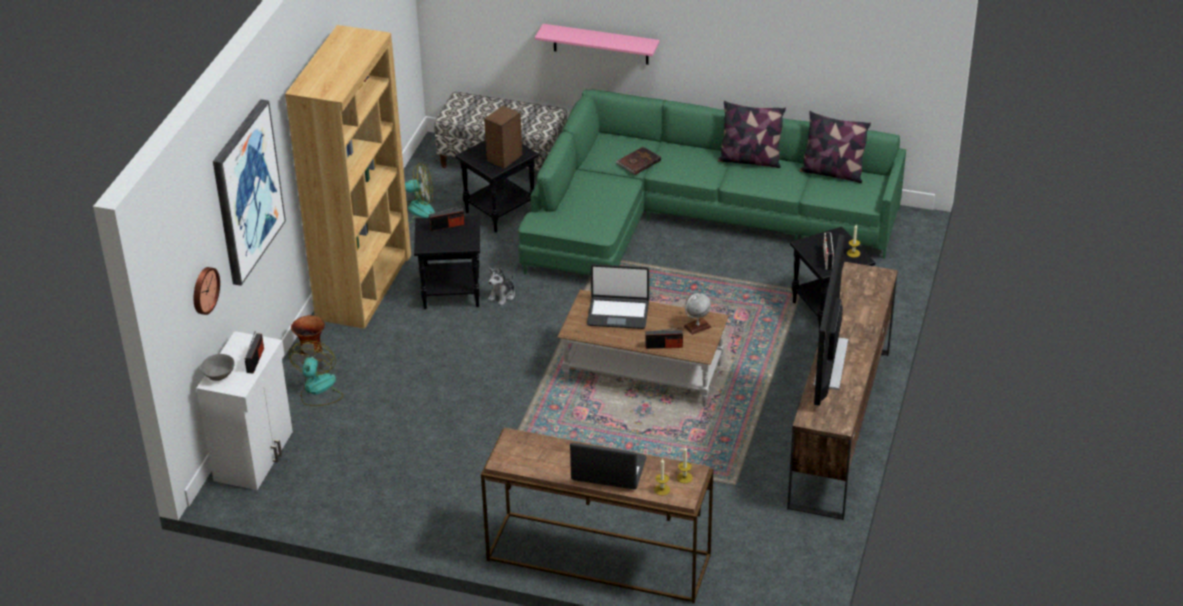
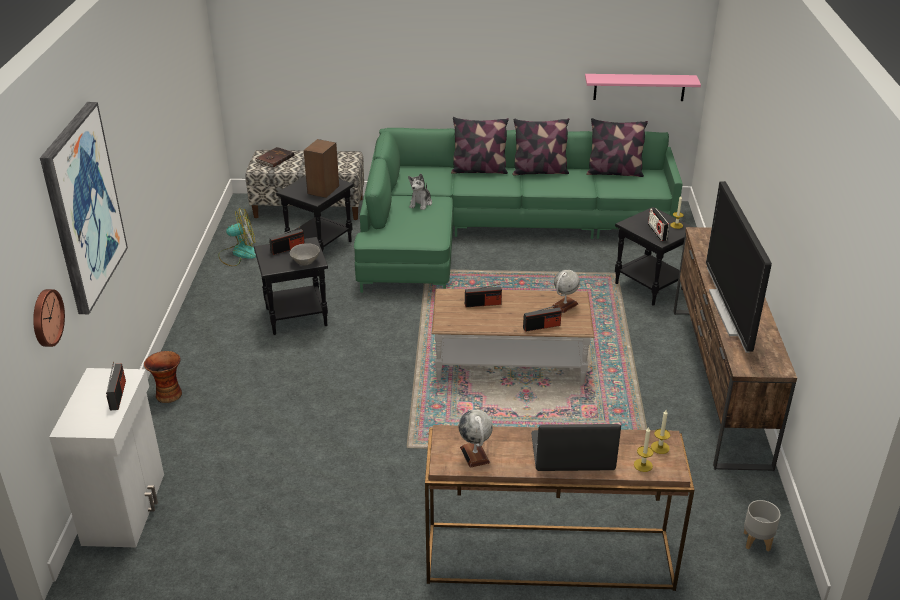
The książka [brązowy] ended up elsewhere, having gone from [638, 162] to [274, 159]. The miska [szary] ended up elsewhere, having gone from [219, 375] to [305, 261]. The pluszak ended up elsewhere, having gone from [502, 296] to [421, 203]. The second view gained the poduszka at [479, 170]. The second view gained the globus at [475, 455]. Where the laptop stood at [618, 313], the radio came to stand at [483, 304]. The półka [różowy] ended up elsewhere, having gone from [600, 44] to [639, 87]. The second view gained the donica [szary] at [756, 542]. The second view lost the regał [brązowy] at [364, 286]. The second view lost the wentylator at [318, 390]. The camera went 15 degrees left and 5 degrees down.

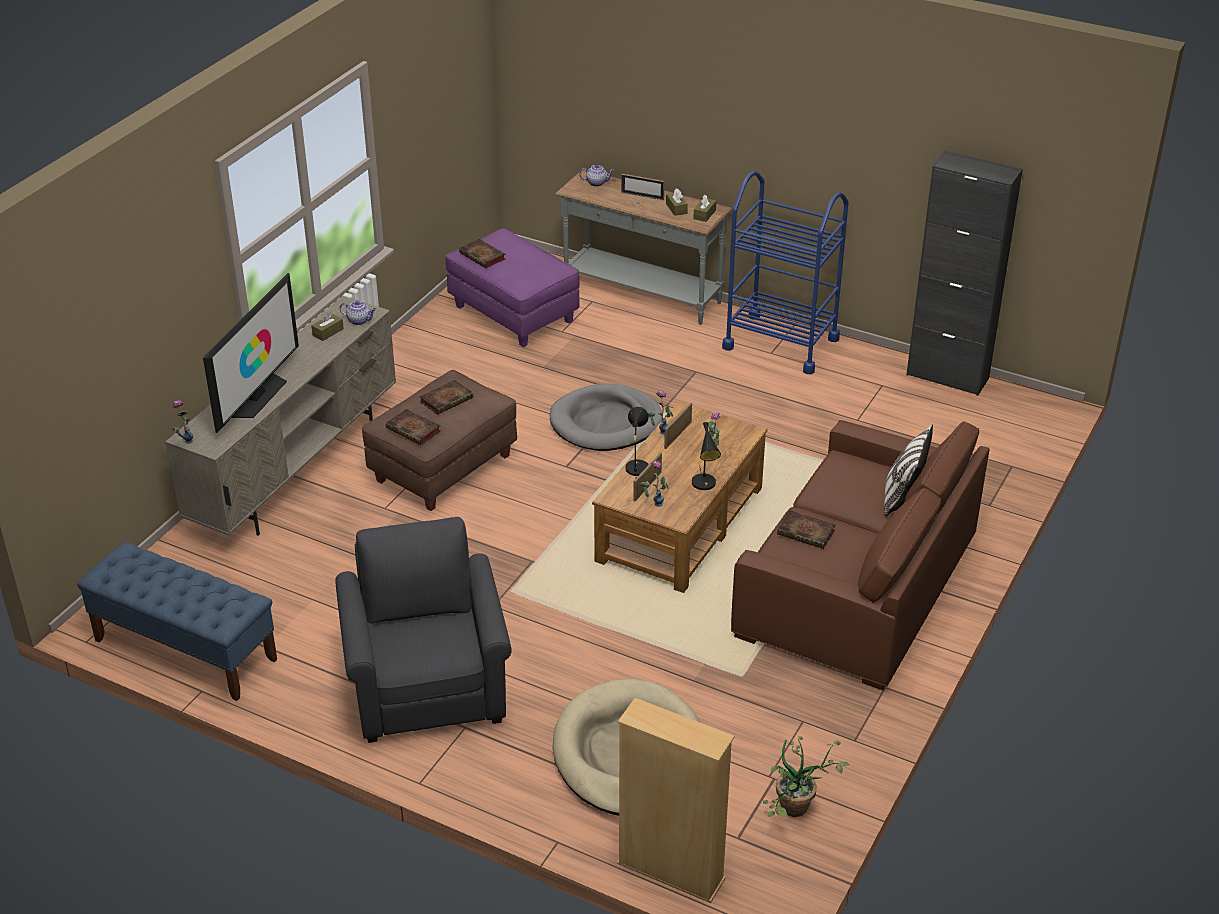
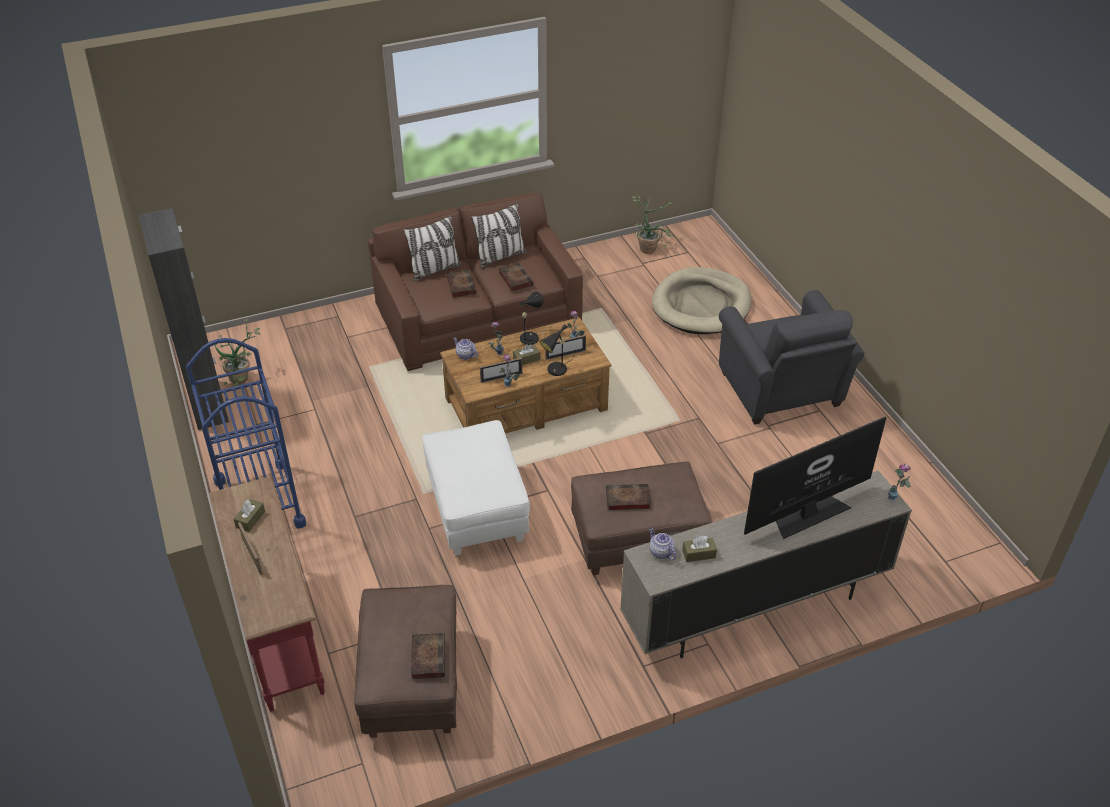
What was the stolik konsolowy [szary] at [641, 295] turned into the stolik konsolowy [czerwony] at [280, 631]. The second view gained the roślina doniczkowa at [243, 380]. What was the pufa [fioletowy] at [513, 314] turned into the pufa [brązowy] at [412, 683]. Where the legowisko [szary] stood at [606, 422], the pufa [biały] came to stand at [477, 510]. The książka ended up elsewhere, having gone from [414, 430] to [460, 285]. The imbryk ended up elsewhere, having gone from [597, 183] to [465, 355]. The second view gained the poduszka at [500, 256]. The pudełko chusteczek [brązowy] ended up elsewhere, having gone from [704, 214] to [526, 359]. The fotel [szary] at [428, 686] ended up facing another way, 45 degrees counterclockwise from before. The second view lost the ławka [niebieski] at [185, 650]. The second view lost the regał [beżowy] at [670, 871]. The camera went 140 degrees left and 5 degrees up.

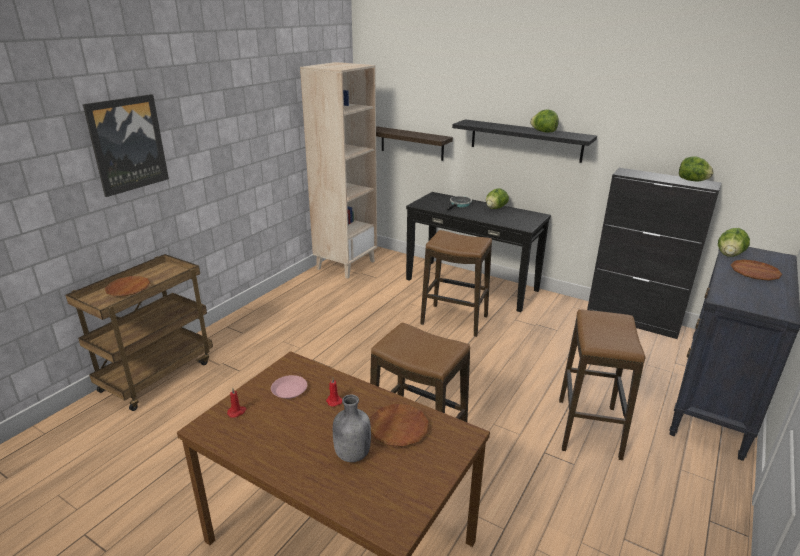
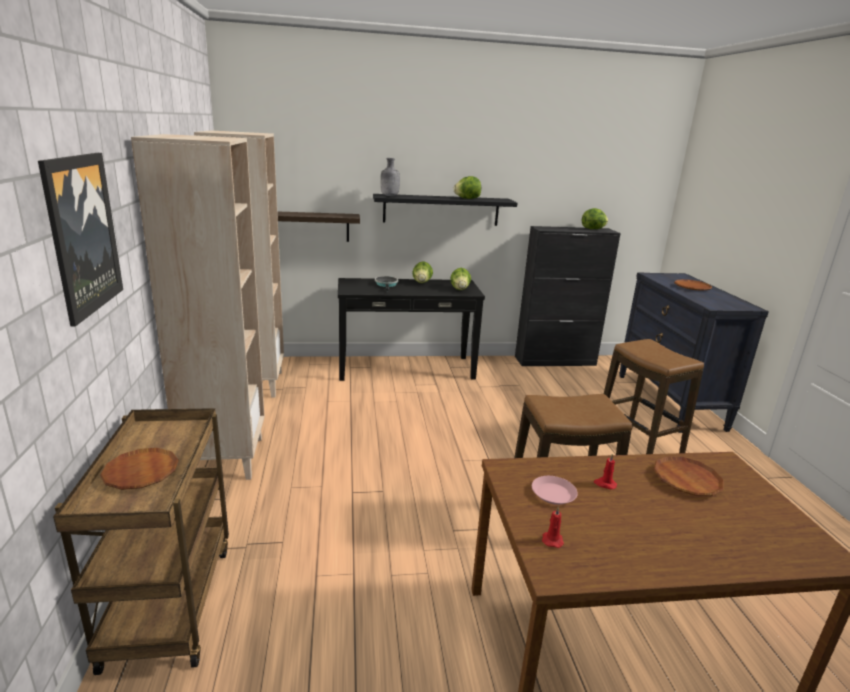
The second view gained the regał [beżowy] at [224, 458]. The butelka [szary] ended up elsewhere, having gone from [351, 454] to [389, 196]. The sałata ended up elsewhere, having gone from [729, 255] to [460, 289]. The second view lost the stołek at [454, 320]. The camera went 40 degrees left and 5 degrees down.

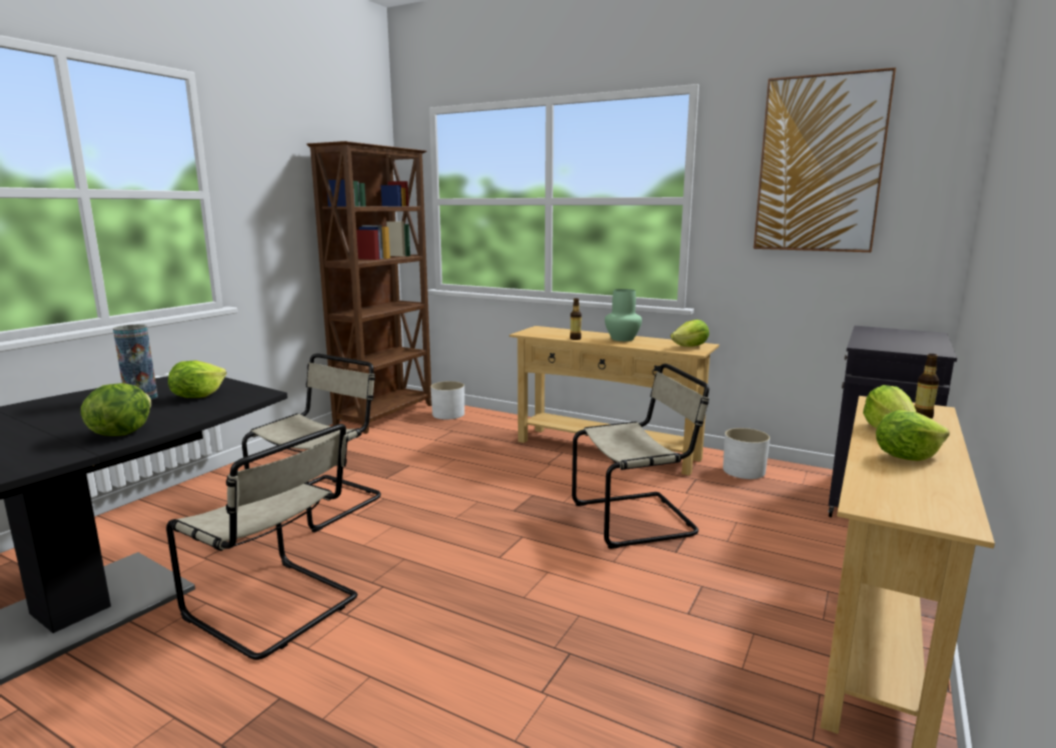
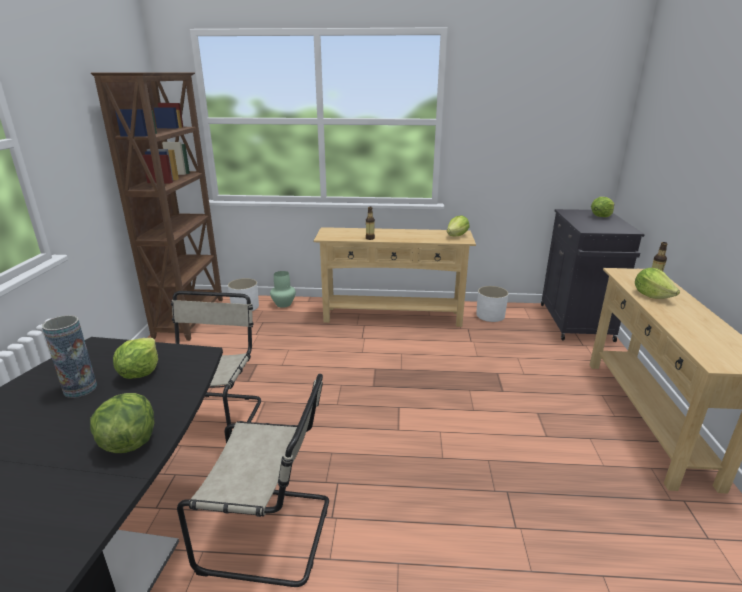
The wazon [zielony] ended up elsewhere, having gone from [622, 339] to [283, 304]. The sałata ended up elsewhere, having gone from [906, 457] to [601, 216]. The second view lost the krzesło [beżowy] at [638, 519]. The second view lost the obraz at [820, 165]. The camera went 25 degrees left and 10 degrees up.

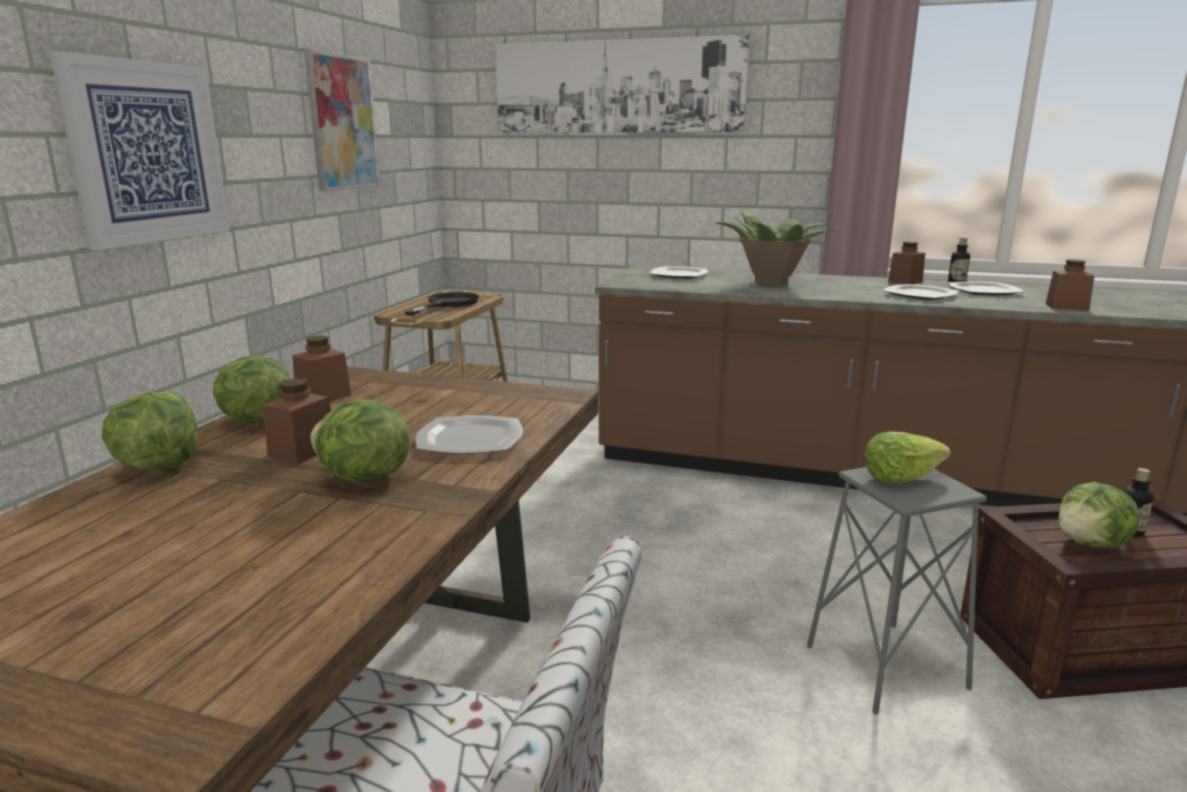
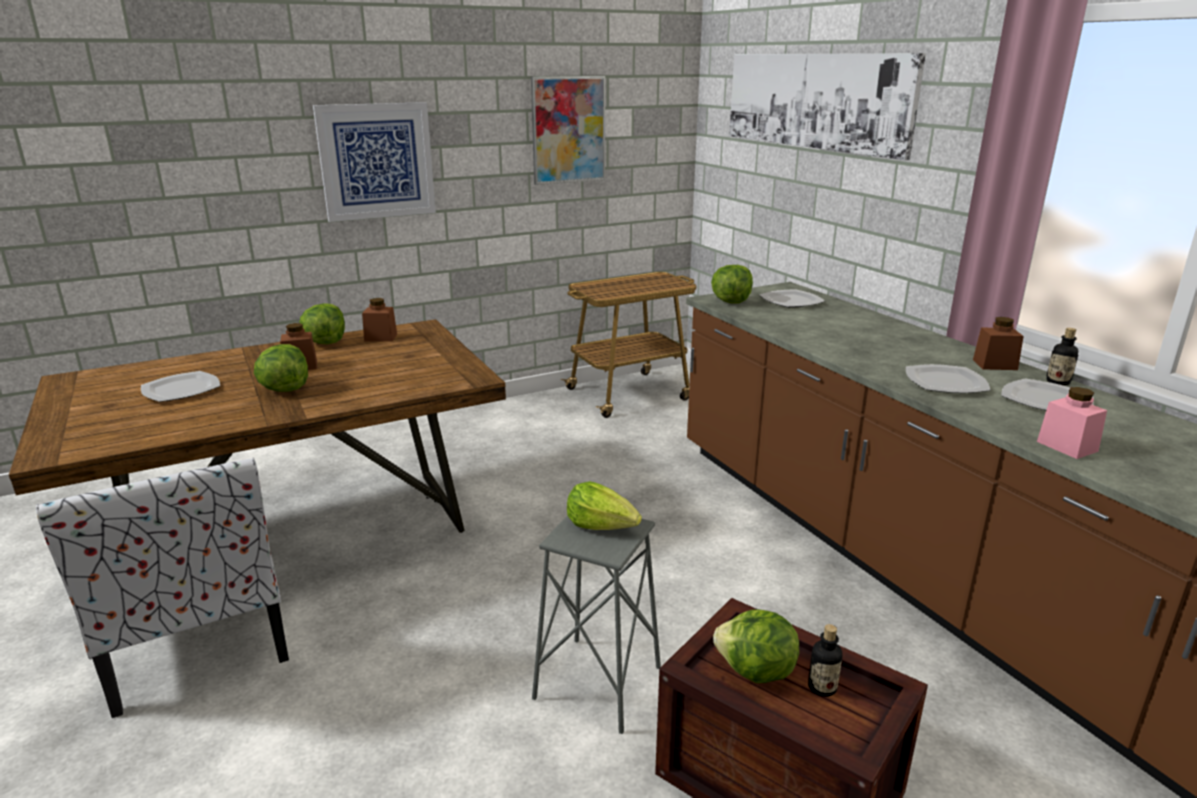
The talerz ended up elsewhere, having gone from [471, 440] to [181, 390]. The sałata ended up elsewhere, having gone from [158, 466] to [731, 302]. What was the słoik [brązowy] at [1066, 307] turned into the słoik [różowy] at [1067, 446]. The second view lost the patelnia [czarny] at [447, 304]. The second view lost the roślina doniczkowa at [771, 281]. The camera went 45 degrees right and 5 degrees up.

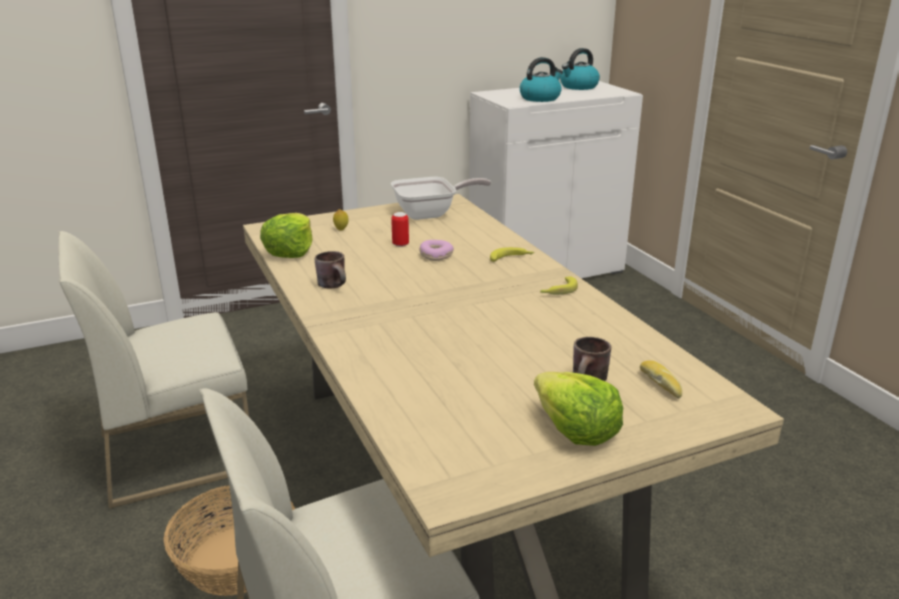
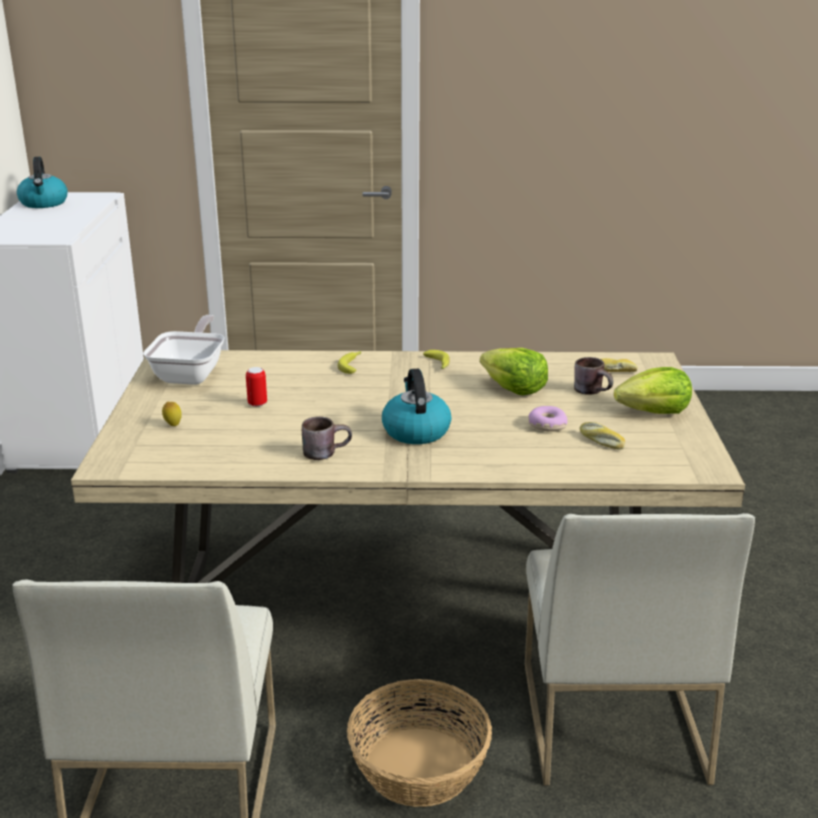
The czajnik ended up elsewhere, having gone from [540, 98] to [415, 431]. The sałata ended up elsewhere, having gone from [290, 251] to [514, 389]. The donut ended up elsewhere, having gone from [436, 255] to [546, 425]. The second view gained the chleb at [600, 441]. The camera went 65 degrees left and 0 degrees up.

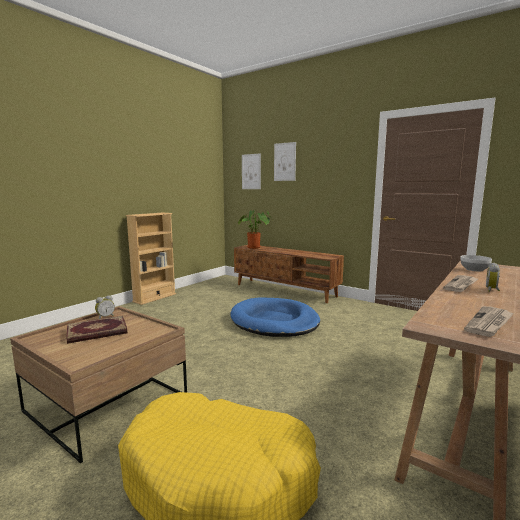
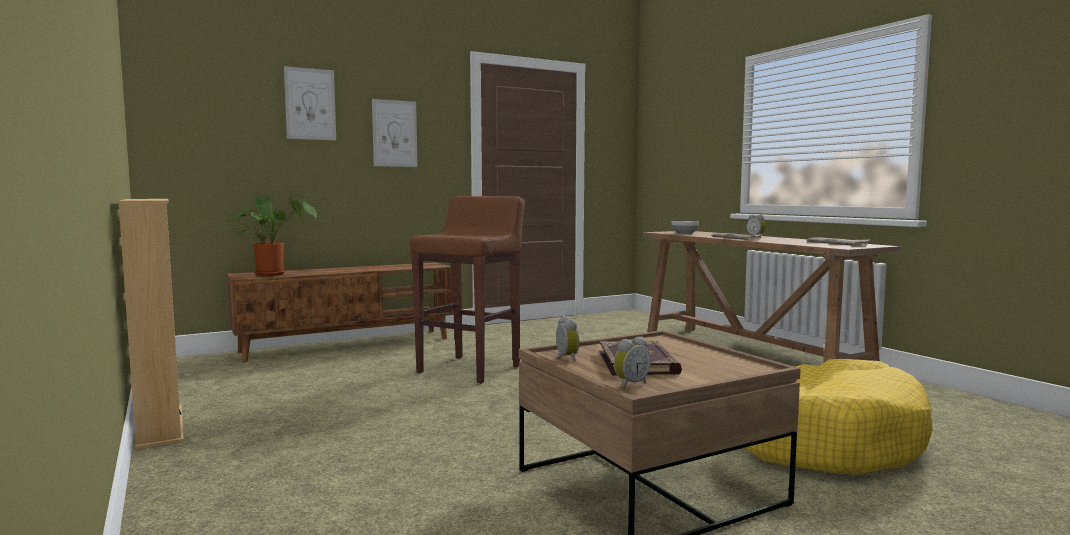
The obraz ended up elsewhere, having gone from [251, 171] to [394, 133]. Where the legowisko [niebieski] stood at [274, 321], the stołek [brązowy] came to stand at [470, 369]. The second view gained the budzik at [630, 385]. The camera went 65 degrees left and 5 degrees down.

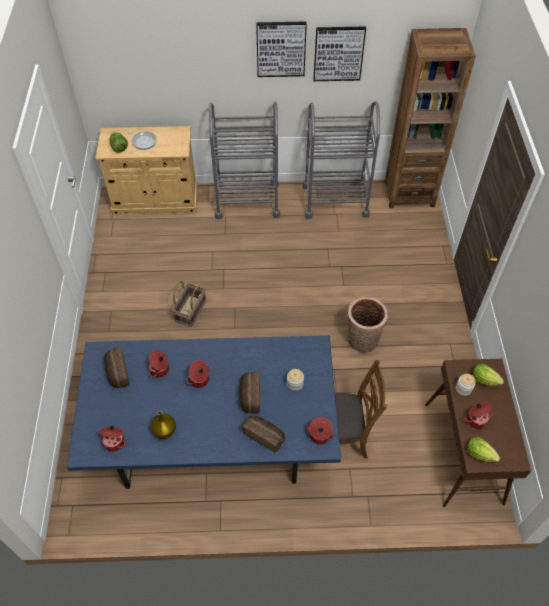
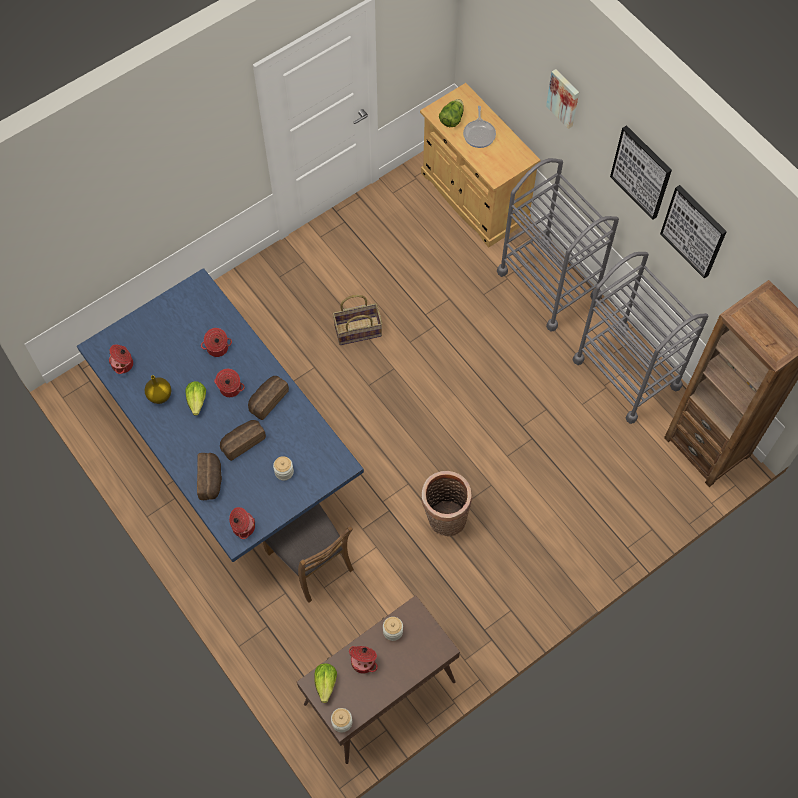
The sałata ended up elsewhere, having gone from [484, 379] to [197, 401]. The chleb ended up elsewhere, having gone from [117, 373] to [267, 400]. The second view gained the słoik at [342, 722]. The second view gained the obraz at [564, 98]. The camera went 55 degrees right and 10 degrees up.

